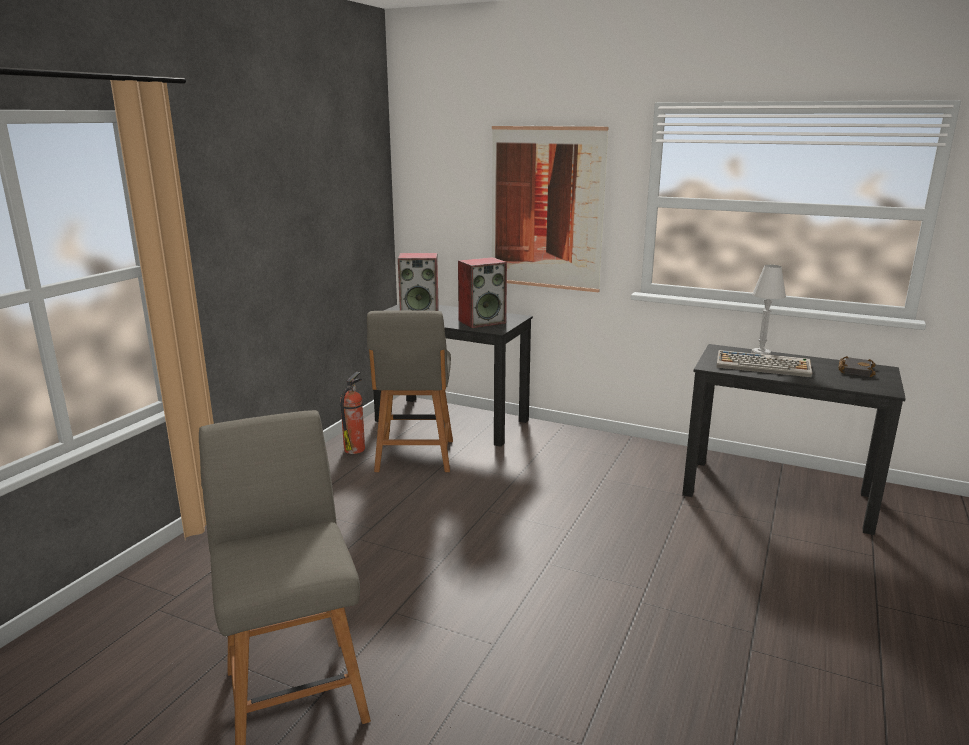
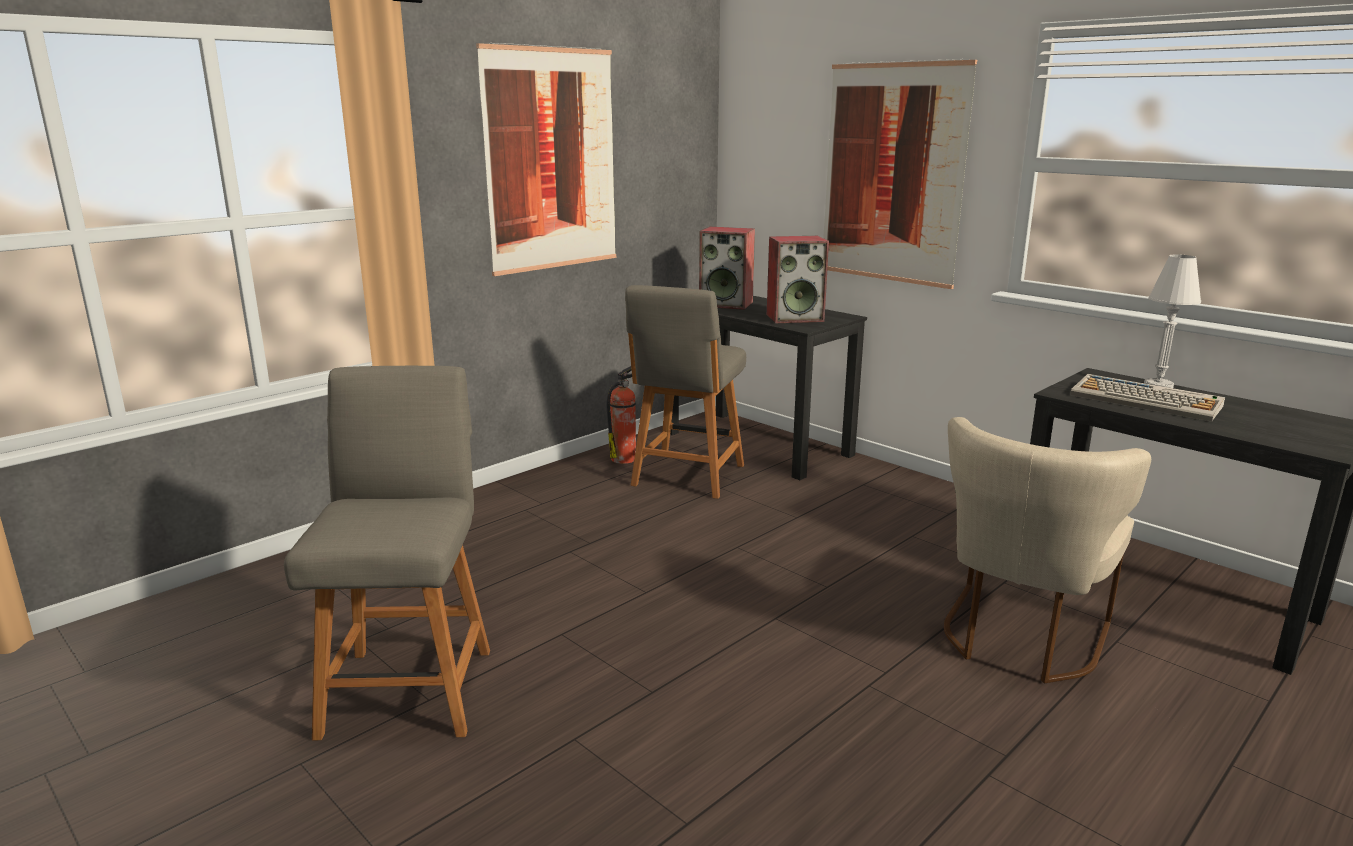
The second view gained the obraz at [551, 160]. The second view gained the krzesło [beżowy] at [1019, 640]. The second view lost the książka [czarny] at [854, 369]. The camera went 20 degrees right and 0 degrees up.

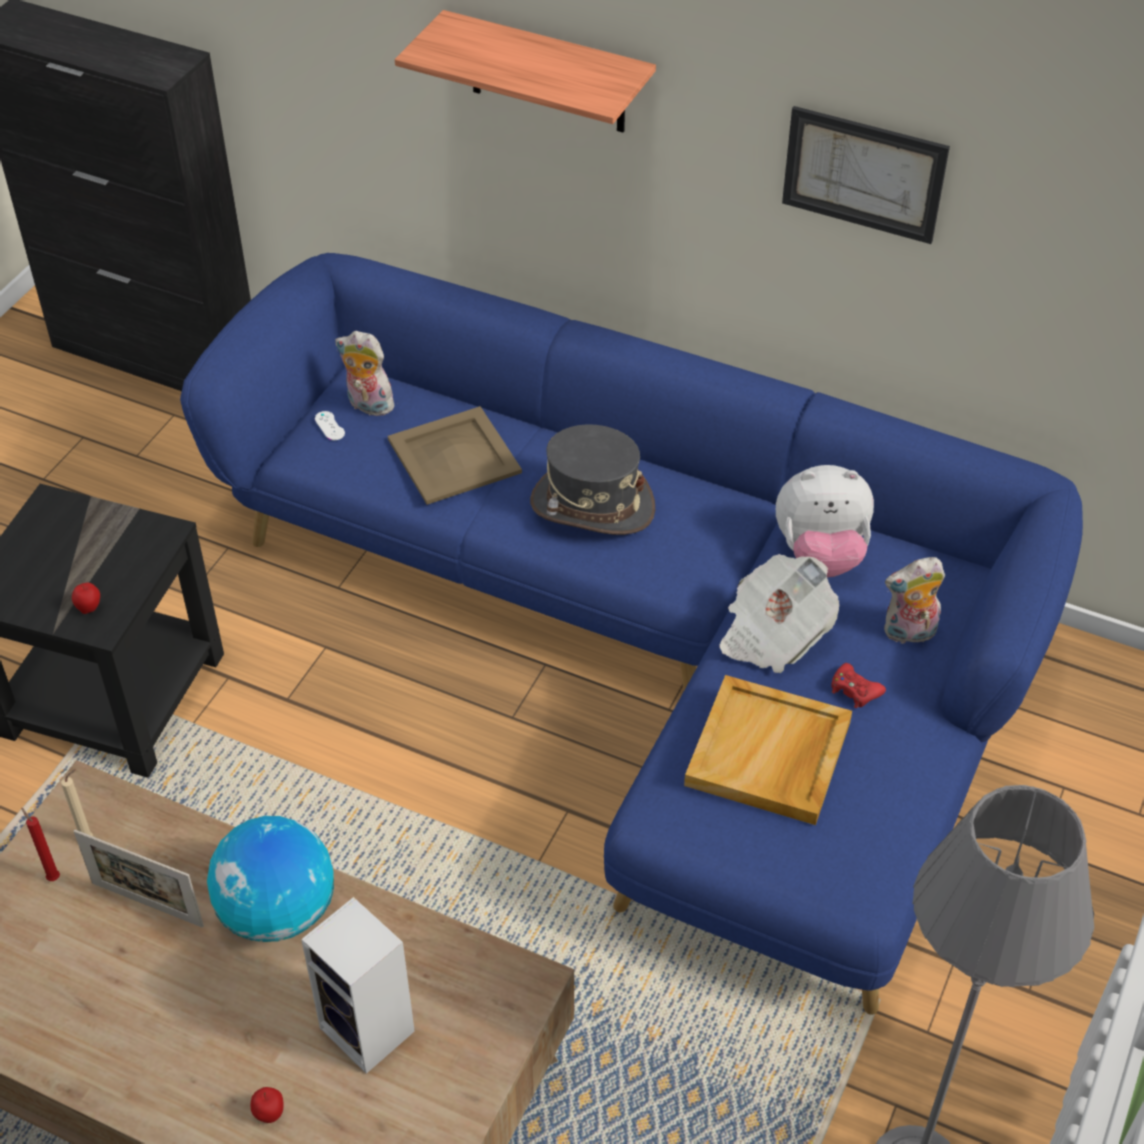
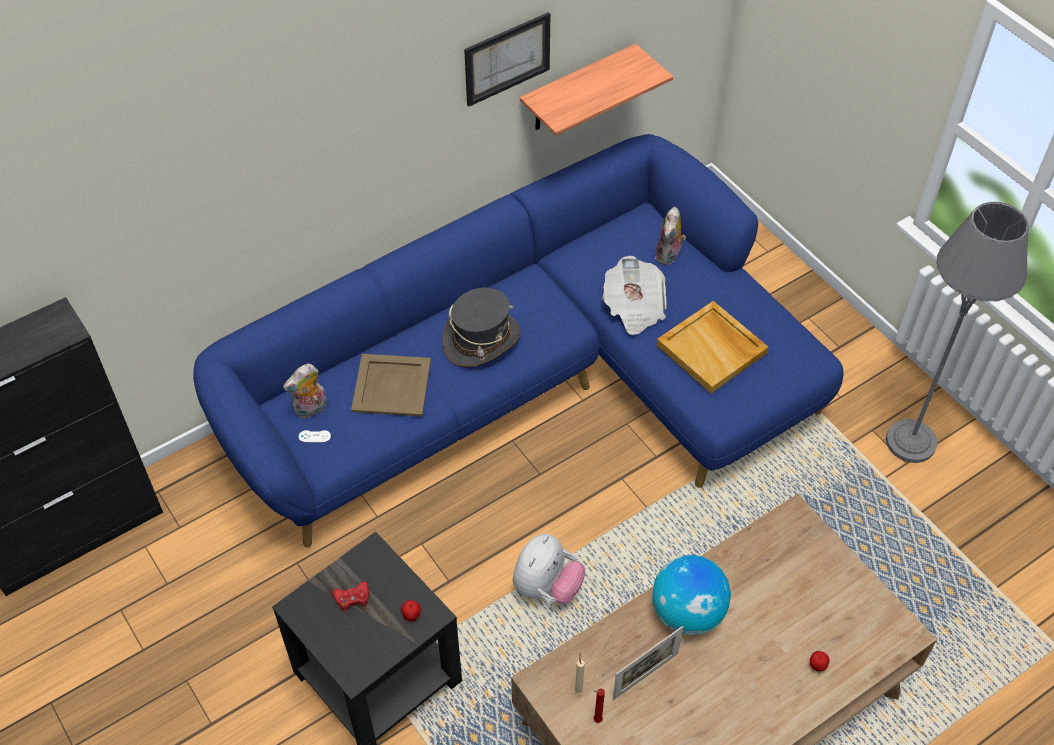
The pad do gier [czerwony] ended up elsewhere, having gone from [854, 690] to [352, 599]. The pluszak ended up elsewhere, having gone from [820, 555] to [546, 587]. The półka ended up elsewhere, having gone from [548, 74] to [577, 89]. The second view lost the głośnik at [371, 1031]. The camera went 60 degrees left and 5 degrees up.

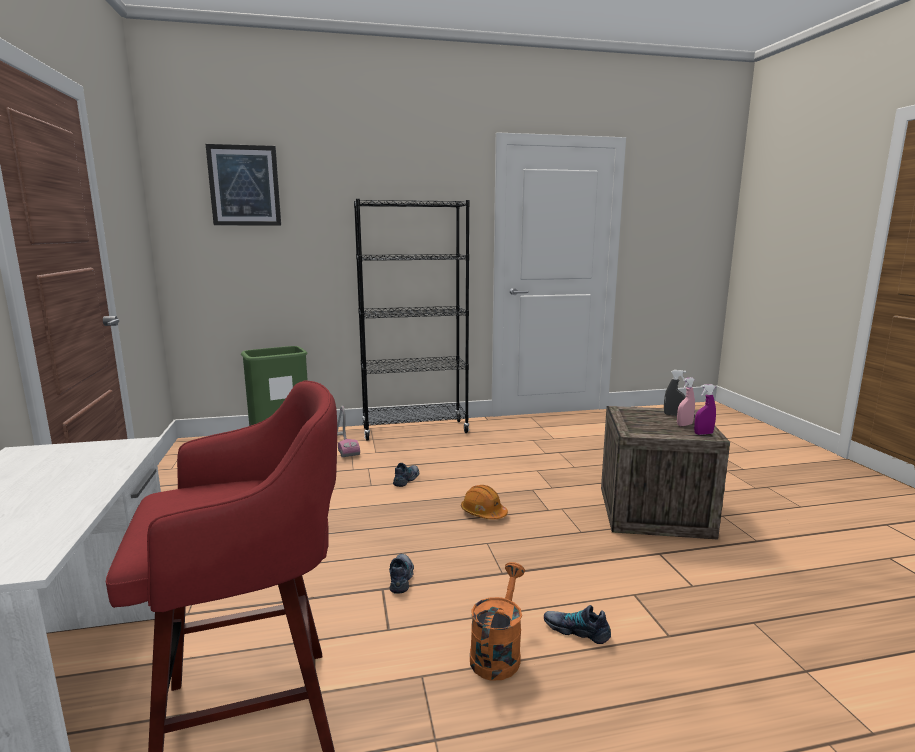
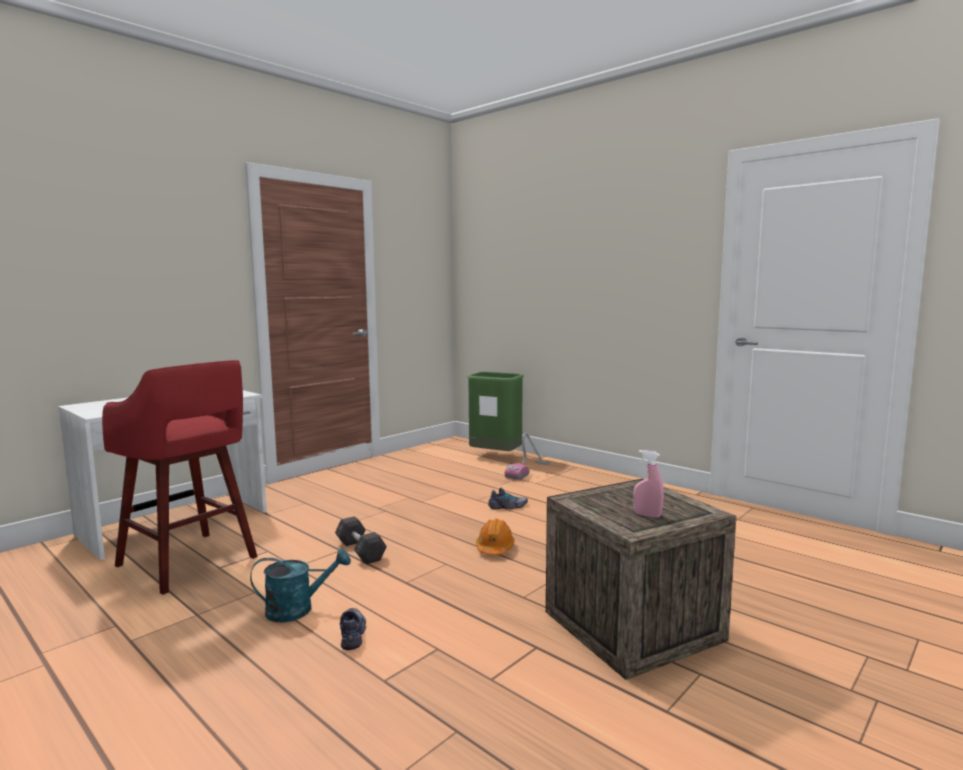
What was the konewka [pomarańczowy] at [497, 652] turned into the konewka [turkusowy] at [298, 609]. Where the but stood at [401, 577], the hantel [szary] came to stand at [360, 551]. The second view lost the obraz at [244, 186]. The second view lost the regał [czarny] at [415, 430]. The second view lost the spryskiwacz [szary] at [673, 415]. The second view lost the spryskiwacz [fioletowy] at [703, 433]. The camera went 55 degrees right and 5 degrees down.

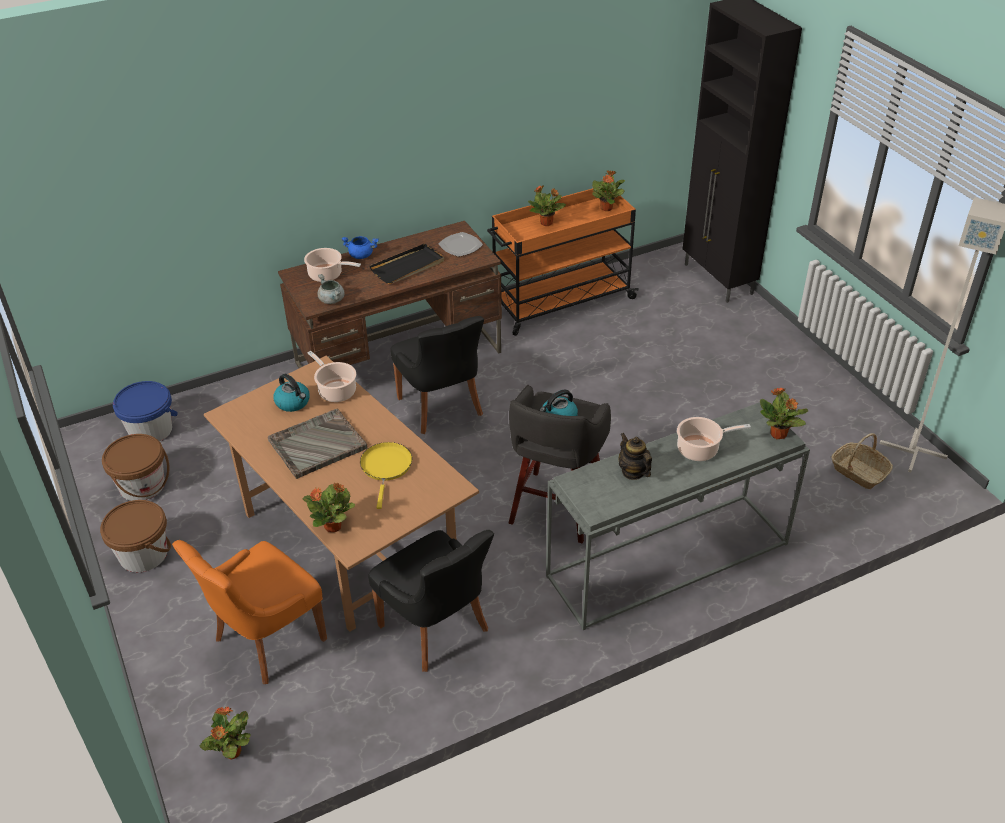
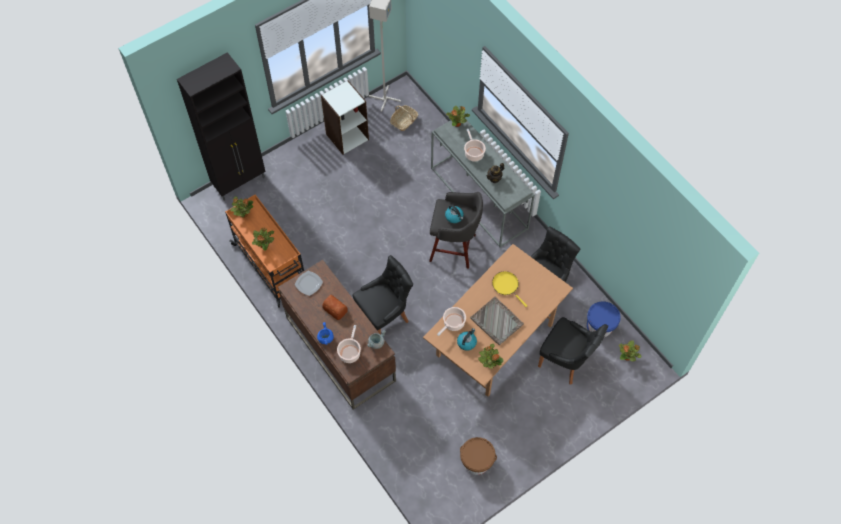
The second view gained the regał [biały] at [347, 136]. Where the taca [czarny] stood at [408, 266], the chleb came to stand at [335, 308]. The roślina doniczkowa ended up elsewhere, having gone from [333, 526] to [489, 363]. The patelnia [żółty] at [386, 468] ended up facing another way, 60 degrees clockwise from before. What was the krzesło [pomarańczowy] at [266, 641] turned into the krzesło [czarny] at [566, 361]. The wiadro [niebieski] ended up elsewhere, having gone from [151, 430] to [600, 326]. The second view lost the wiadro [brązowy] at [143, 554]. The camera went 100 degrees left and 20 degrees up.

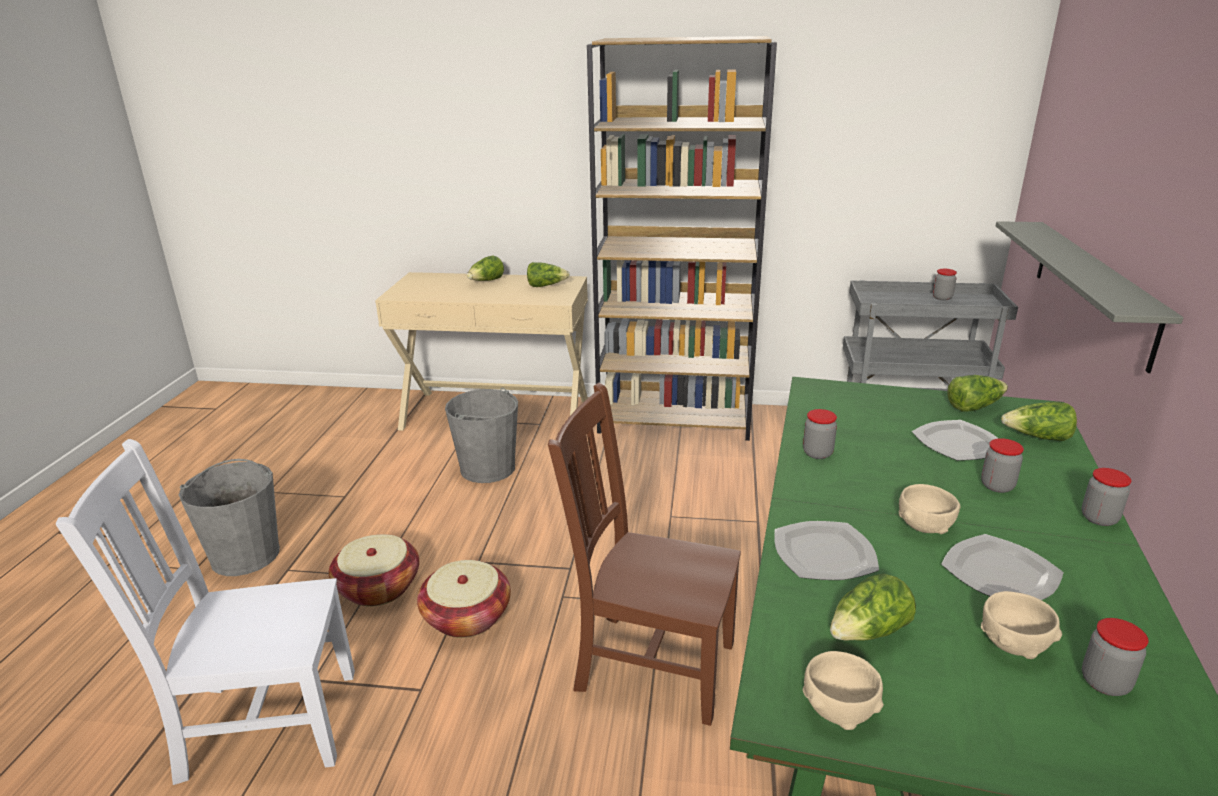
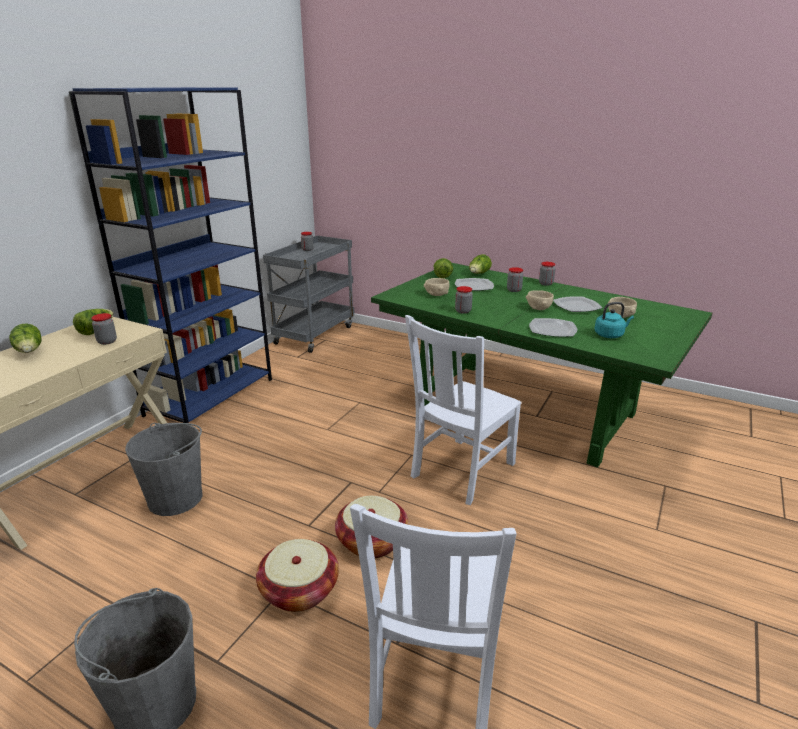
What was the regał [brązowy] at [675, 419] turned into the regał [niebieski] at [210, 396]. The słoik ended up elsewhere, having gone from [1105, 683] to [107, 341]. What was the krzesło [brązowy] at [650, 664] turned into the krzesło [biały] at [461, 471]. The miska [beżowy] ended up elsewhere, having gone from [838, 710] to [437, 295]. Where the sałata stood at [868, 632], the czajnik [turkusowy] came to stand at [610, 335]. The second view lost the półka [szary] at [1093, 289]. The camera went 70 degrees left and 0 degrees up.

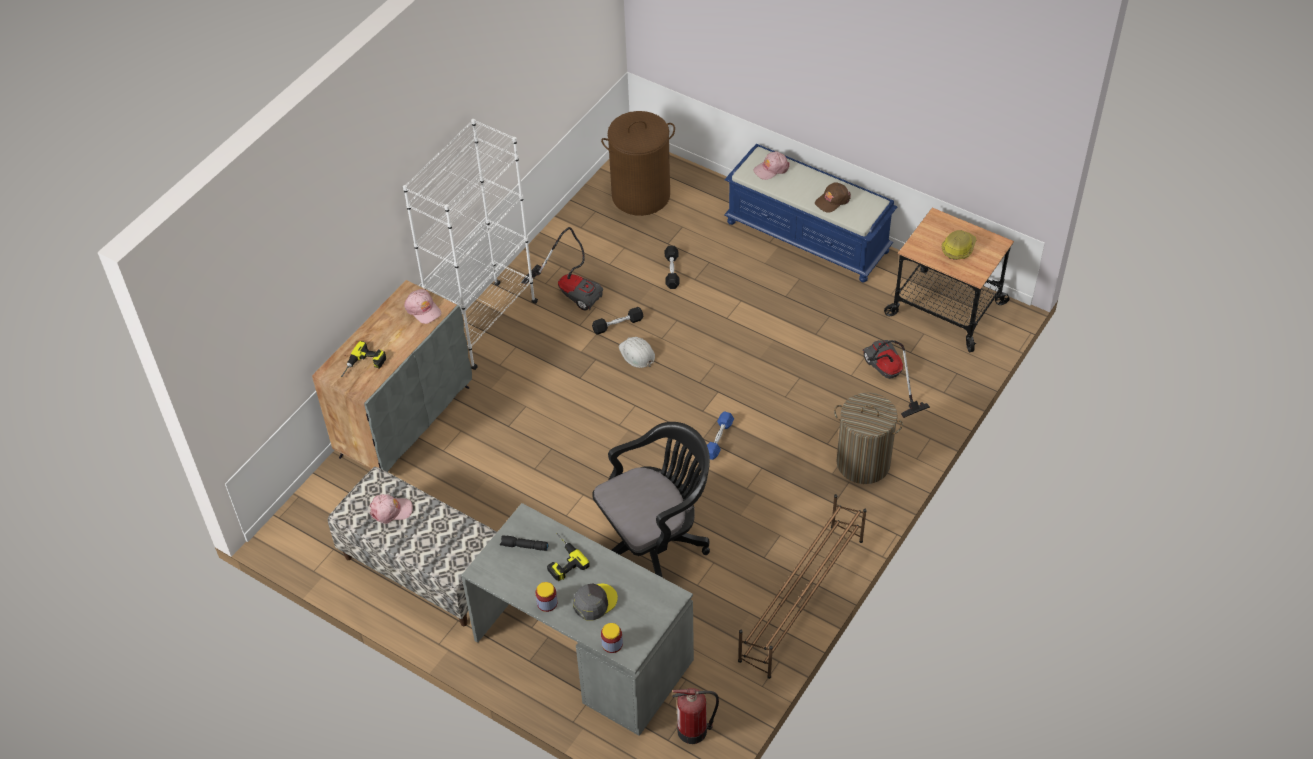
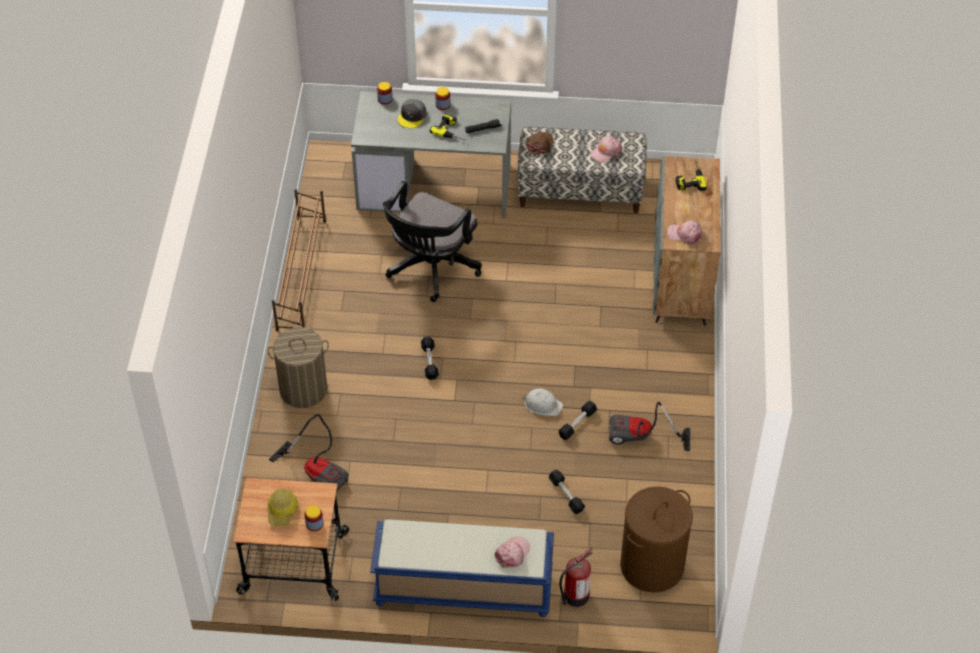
The second view gained the słoik at [314, 523]. What was the hantel [niebieski] at [718, 439] turned into the hantel [czarny] at [429, 361]. The czapka z daszkiem [brązowy] ended up elsewhere, having gone from [832, 200] to [540, 144]. The gaśnica ended up elsewhere, having gone from [694, 730] to [574, 596]. The second view lost the regał [biały] at [485, 326]. The camera went 150 degrees right and 0 degrees up.

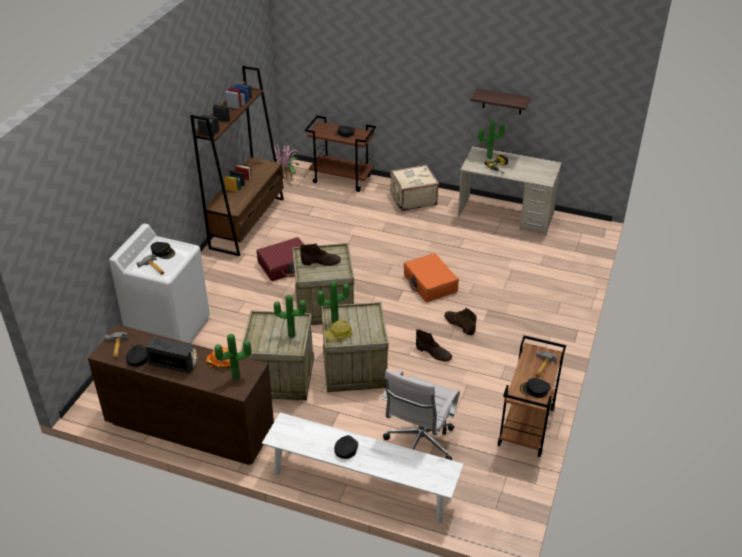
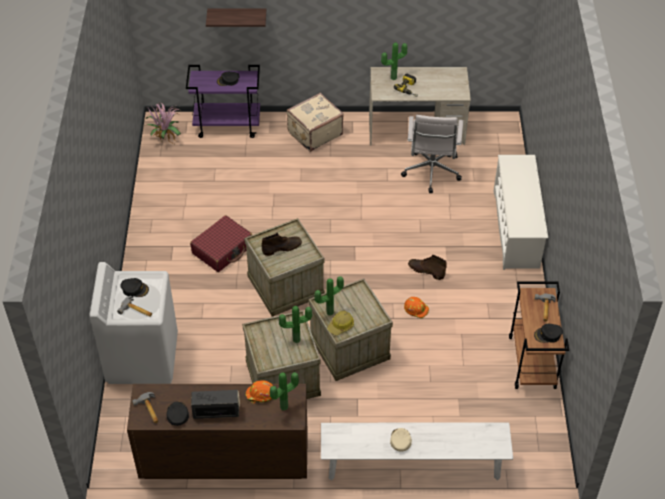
What was the wózek [brązowy] at [342, 179] turned into the wózek [fioletowy] at [228, 125]. The półka ended up elsewhere, having gone from [502, 101] to [237, 17]. What was the czapka z daszkiem [czarny] at [346, 448] turned into the czapka z daszkiem [beżowy] at [400, 440]. The krzesło biurowe [biały] ended up elsewhere, having gone from [419, 445] to [431, 174]. Where the but z cholewką [brązowy] stood at [434, 353], the kask [pomarańczowy] came to stand at [416, 309]. The second view gained the regał na buty [biały] at [516, 229]. The second view lost the regał [brązowy] at [248, 223]. The second view lost the walizka [pomarańczowy] at [430, 284]. The camera went 20 degrees left and 10 degrees up.

